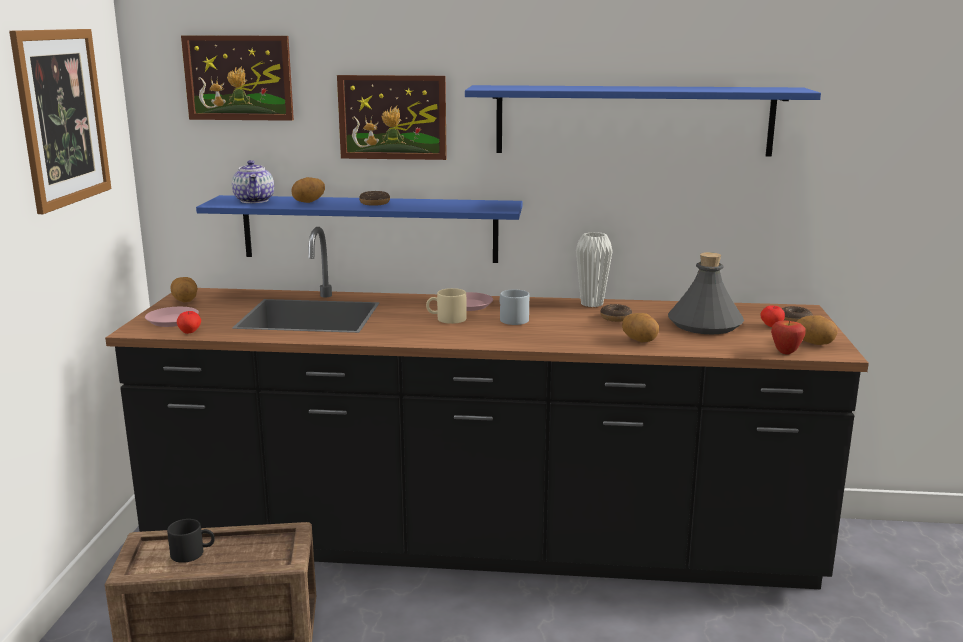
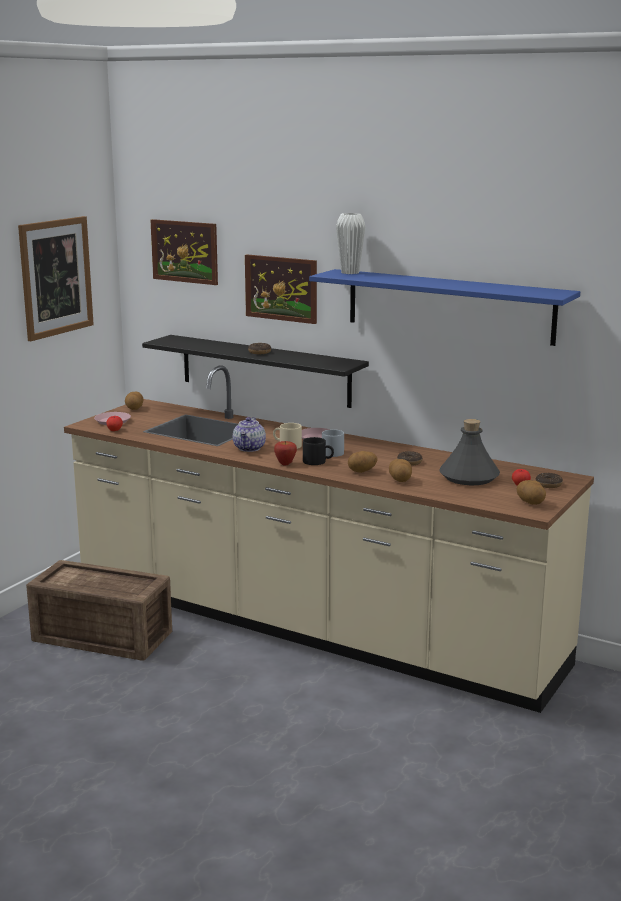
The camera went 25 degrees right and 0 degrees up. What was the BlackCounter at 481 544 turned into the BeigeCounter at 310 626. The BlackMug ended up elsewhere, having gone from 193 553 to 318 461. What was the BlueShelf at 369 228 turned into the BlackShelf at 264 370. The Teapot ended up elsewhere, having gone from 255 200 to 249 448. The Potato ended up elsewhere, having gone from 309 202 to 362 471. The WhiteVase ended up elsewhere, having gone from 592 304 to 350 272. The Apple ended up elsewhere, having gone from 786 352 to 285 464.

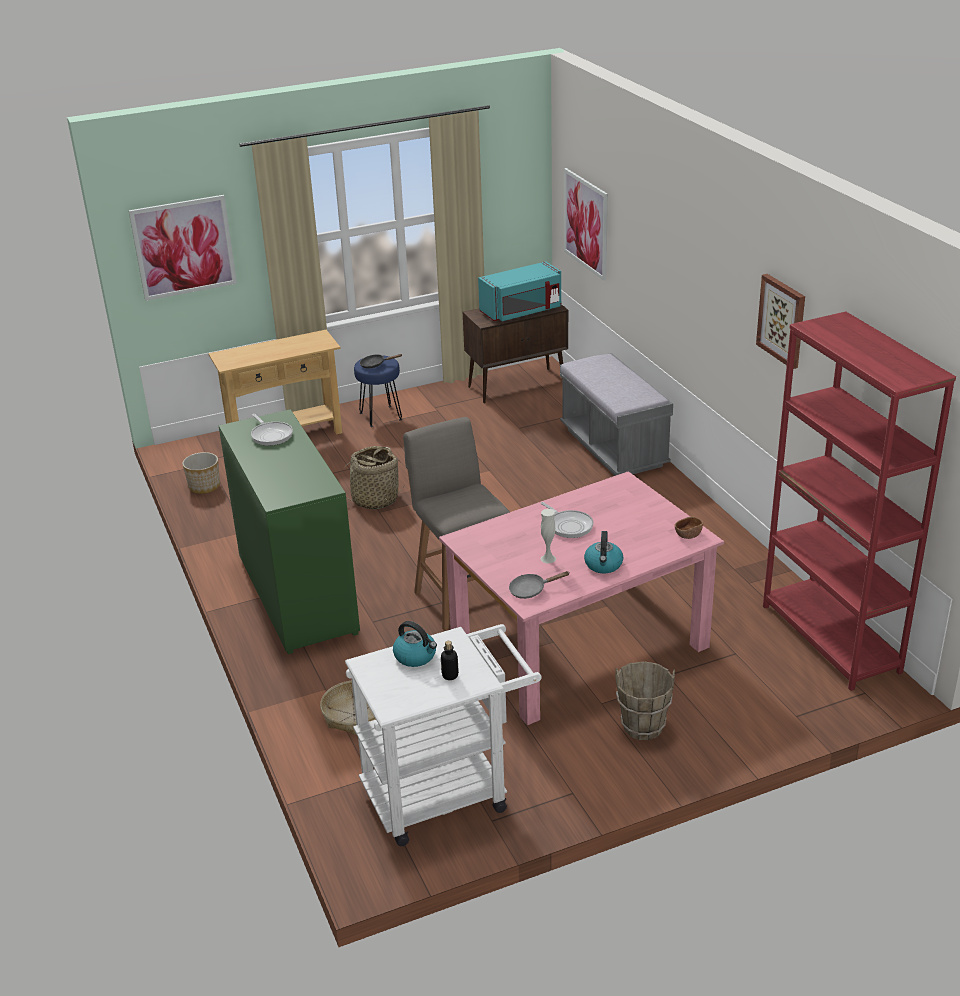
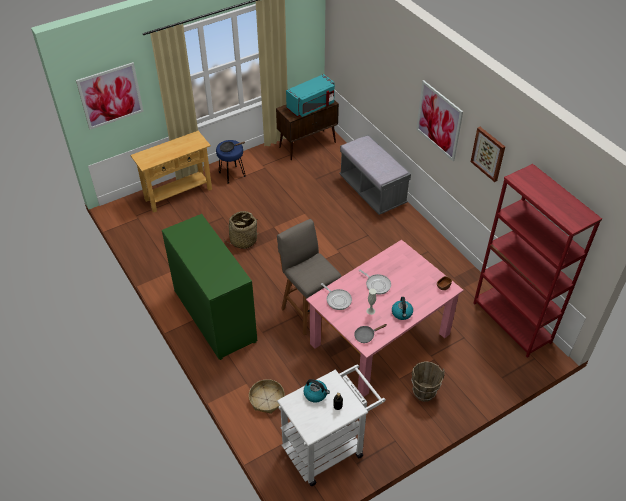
The camera went 10 degrees left and 15 degrees up. The second view lost the Planter at 204 486. The FryingPan ended up elsewhere, having gone from 271 435 to 337 299. The Picture ended up elsewhere, having gone from 586 223 to 439 120.

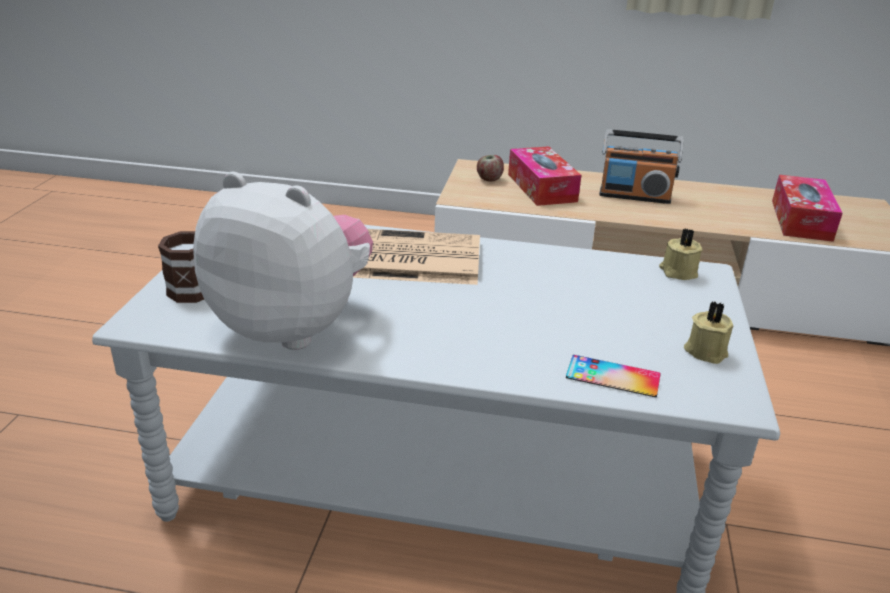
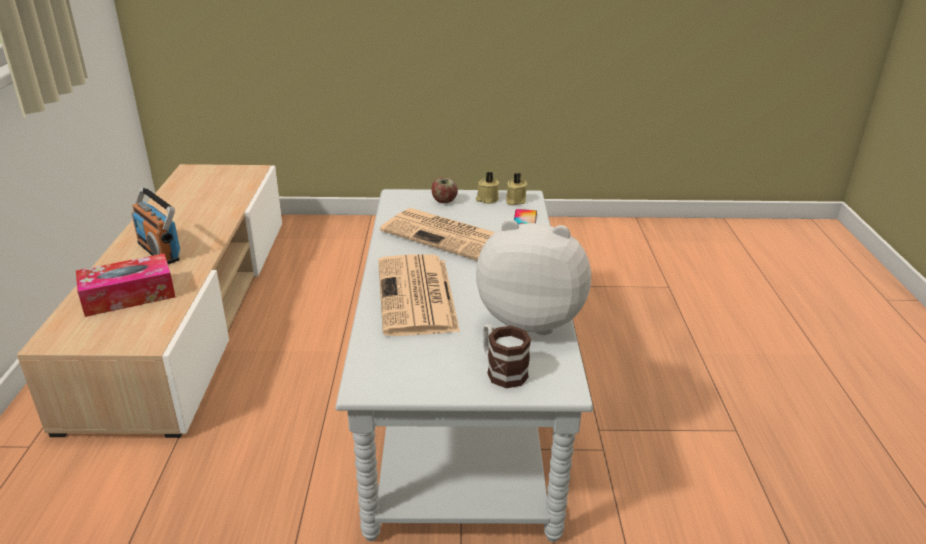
The camera went 100 degrees left and 0 degrees up. The PlushToy at 293 326 ended up facing another way, 90 degrees clockwise from before. The Apple ended up elsewhere, having gone from 489 179 to 444 201. The Radio at 634 196 ended up facing another way, 135 degrees clockwise from before. The BeigeCandle ended up elsewhere, having gone from 677 272 to 515 201. The second view lost the TissueBox at 801 220. The second view gained the Newspaper at 448 236.

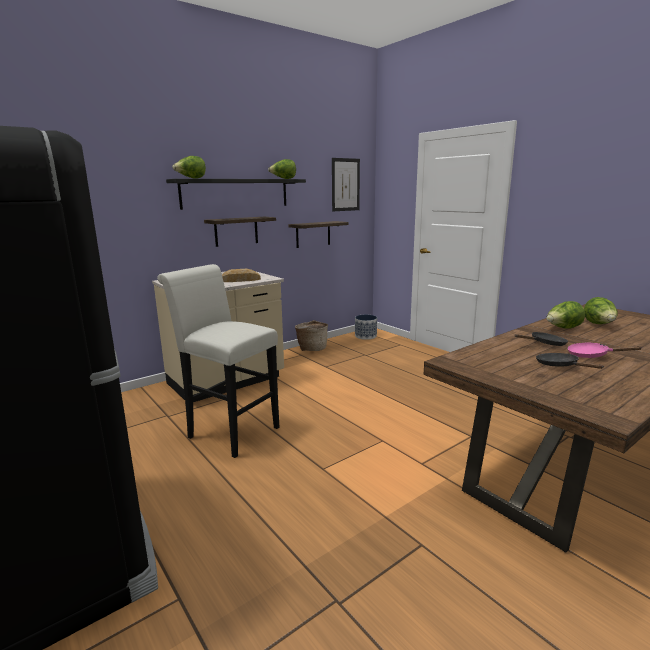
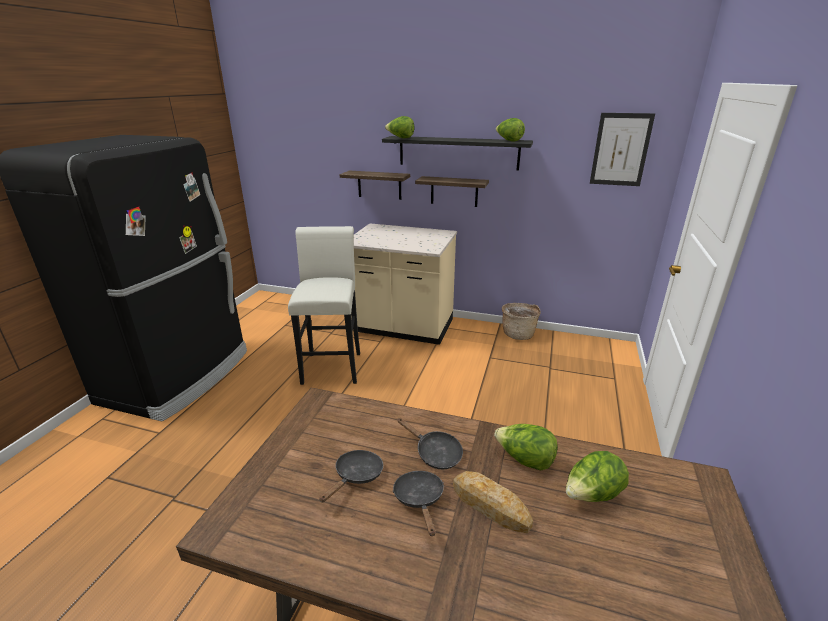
The camera went 55 degrees right and 10 degrees up. The Bread ended up elsewhere, having gone from 240 280 to 490 505. The Shelf ended up elsewhere, having gone from 313 234 to 379 185. The second view lost the Planter at 366 336. What was the PinkFryingPan at 592 355 turned into the BlackFryingPan at 420 499.

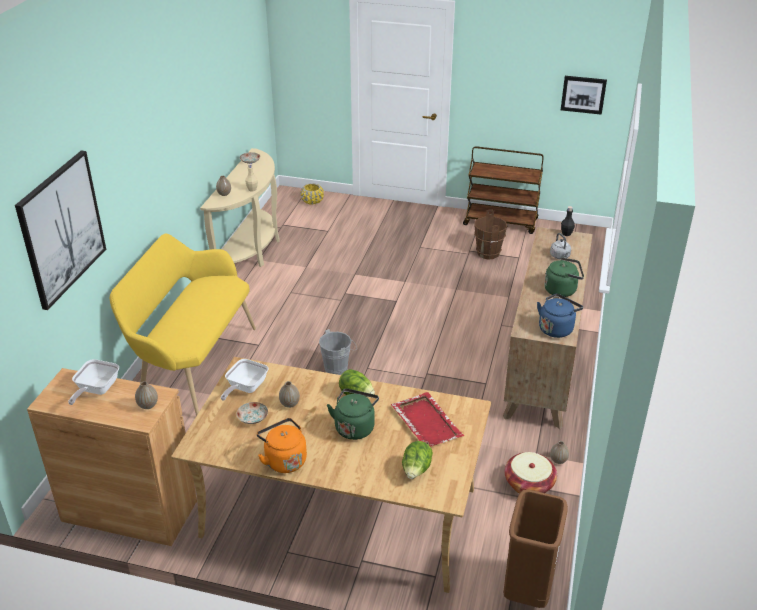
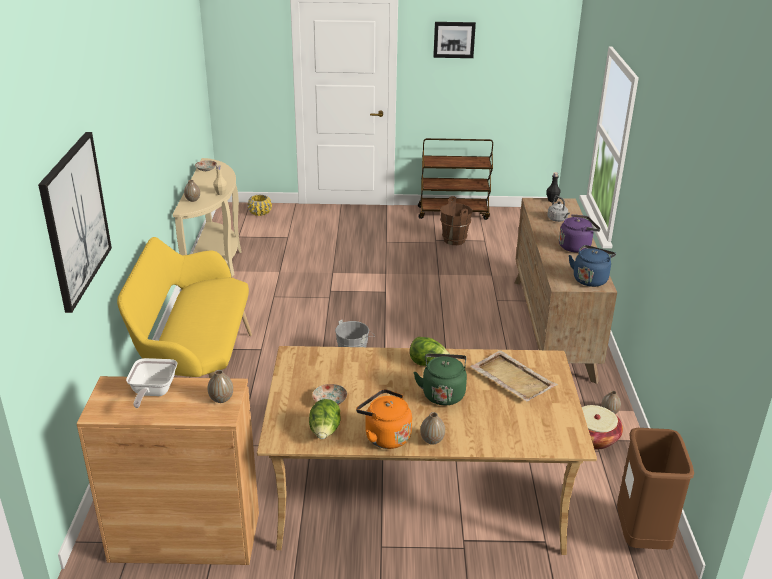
The camera went 15 degrees left and 5 degrees down. The second view lost the FryingPan at 245 388. The Vase ended up elsewhere, having gone from 289 404 to 432 440. What was the RedTray at 426 421 turned into the BeigeTray at 512 378. The Lettuce ended up elsewhere, having gone from 416 470 to 325 432. What was the GreenKettle at 562 290 turned into the PurpleKettle at 576 246. The Picture ended up elsewhere, having gone from 583 94 to 454 39.

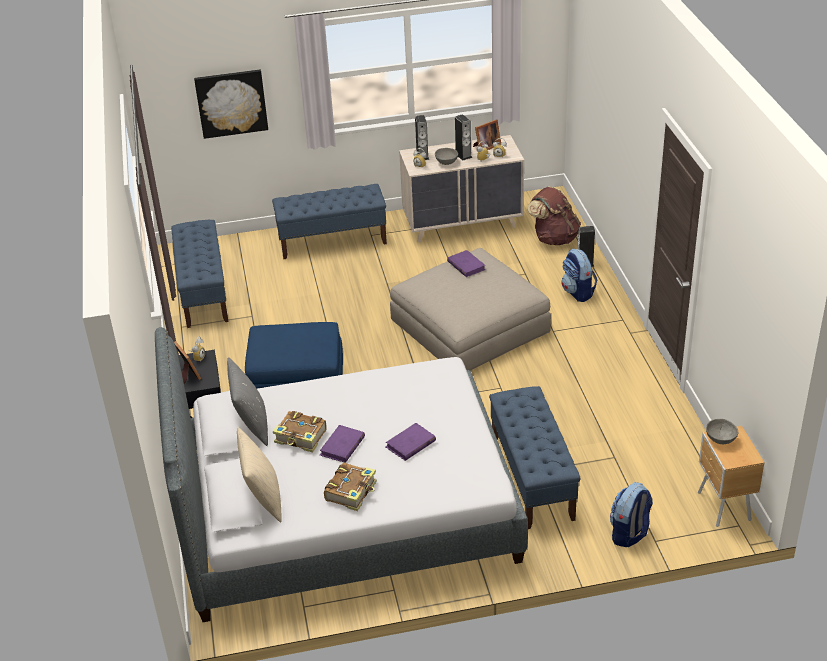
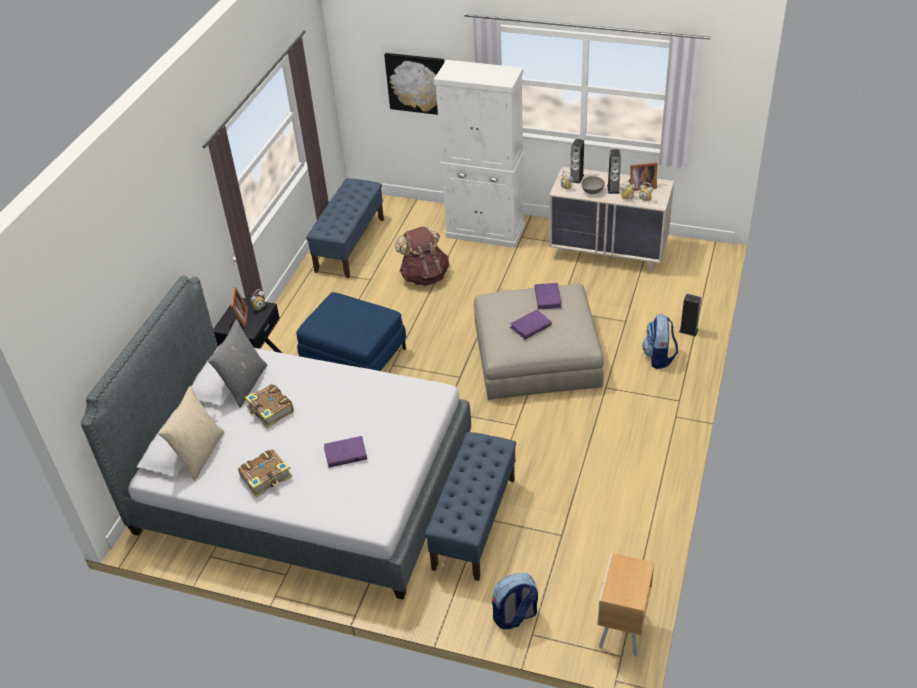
The camera went 30 degrees right and 5 degrees up. Where the BlueBench stood at 332 241, the WhiteCabinet came to stand at 485 232. The PurpleBook ended up elsewhere, having gone from 342 446 to 530 326. The BrownBackpack ended up elsewhere, having gone from 554 238 to 424 276. The second view lost the GreyBowl at 720 439.

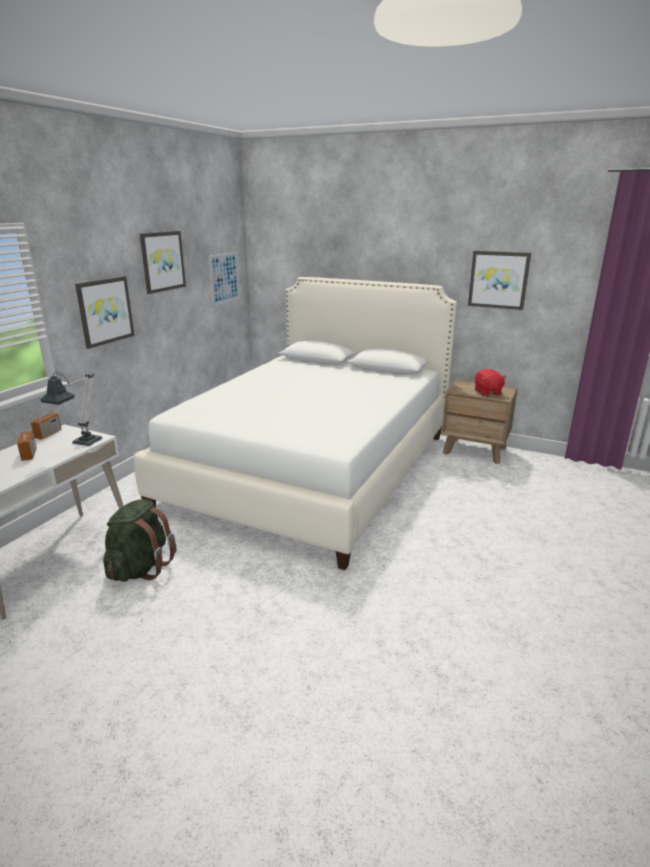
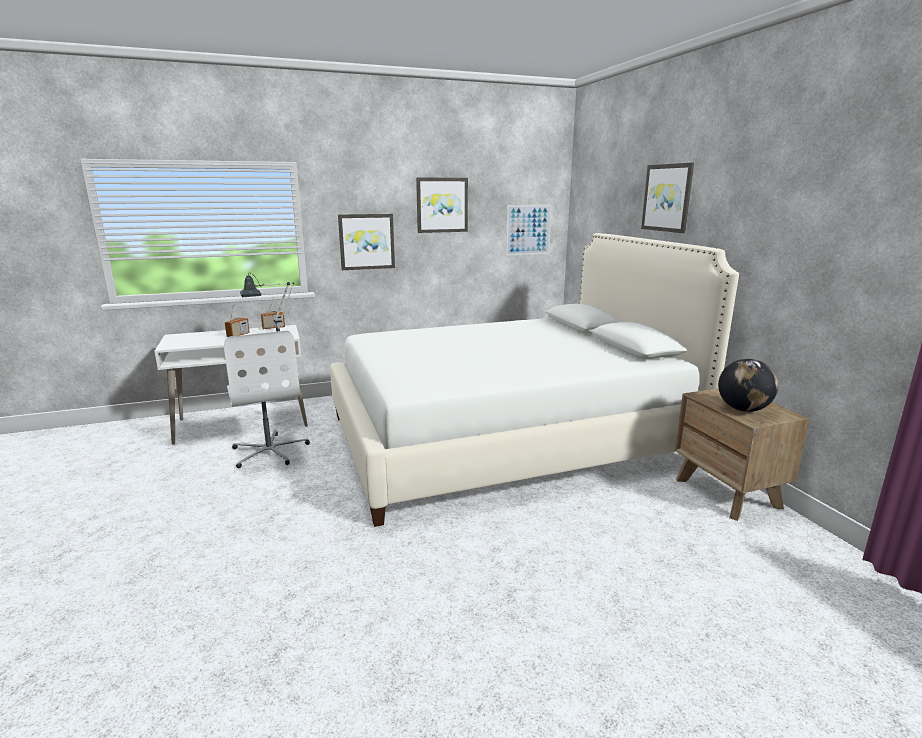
The camera went 45 degrees right and 5 degrees down. Where the GreenBackpack stood at 140 568, the WhiteOfficeChair came to stand at 270 451. The Picture ended up elsewhere, having gone from 498 280 to 667 198. Where the RedPlushToy stood at 487 392, the Globe came to stand at 743 409.

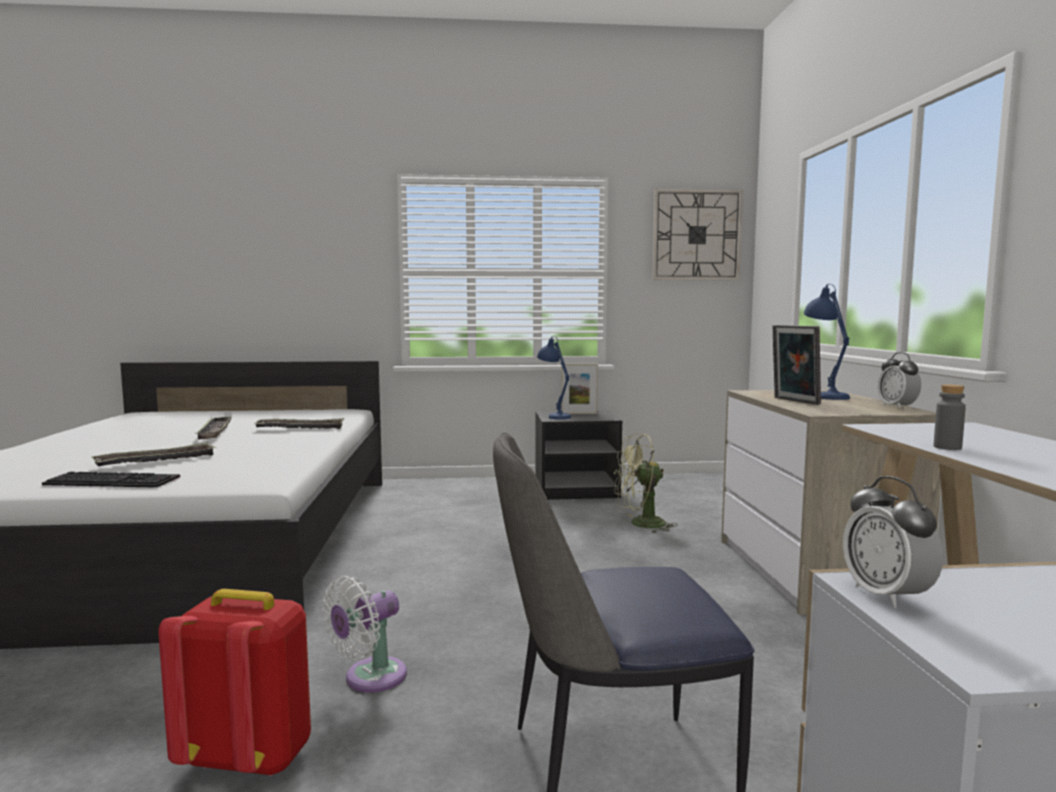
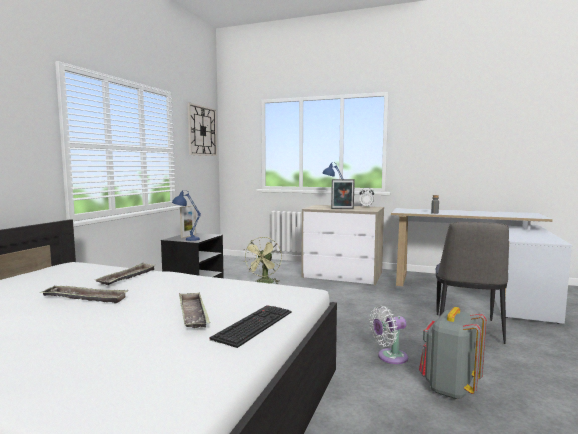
The camera went 65 degrees left and 0 degrees up. What was the RedBackpack at 249 757 turned into the GreyBackpack at 449 388. The WhiteFan at 369 678 ended up facing another way, 90 degrees clockwise from before. The second view lost the AlarmClock at 887 596.

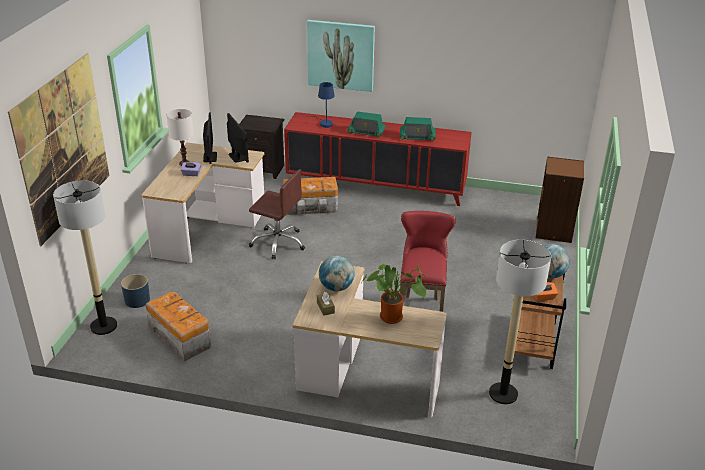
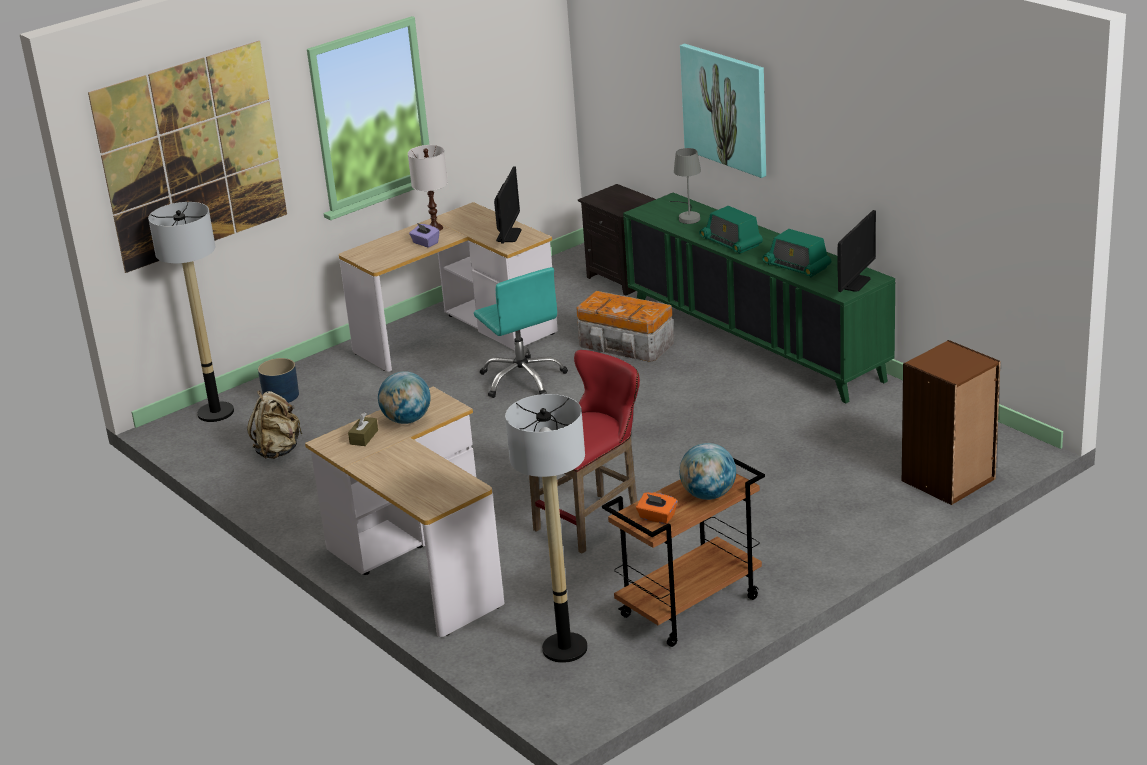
The camera went 40 degrees right and 5 degrees down. Where the StorageBox stood at 180 337, the BeigeBackpack came to stand at 278 451. The Monitor ended up elsewhere, having gone from 210 157 to 854 283. What was the BrownOfficeChair at 278 243 turned into the TurquoiseOfficeChair at 522 379. What was the RedCabinet at 376 186 turned into the GreenCabinet at 755 342. What was the BlueTableLamp at 323 123 turned into the GreyTableLamp at 688 216. The second view lost the PottedPlant at 394 317.

